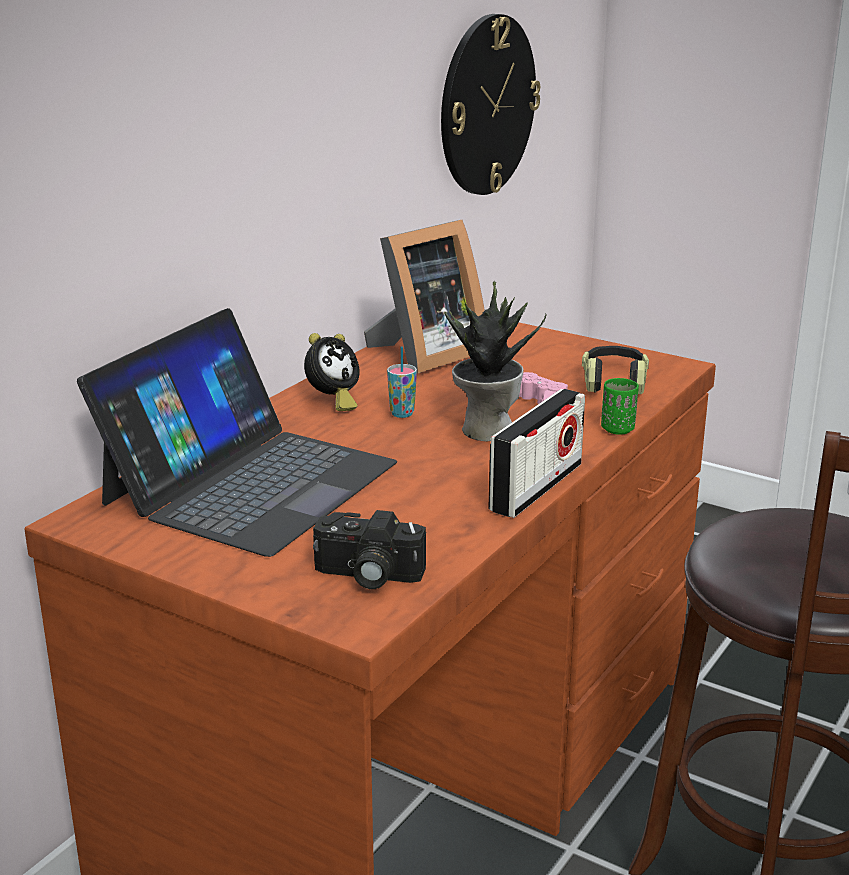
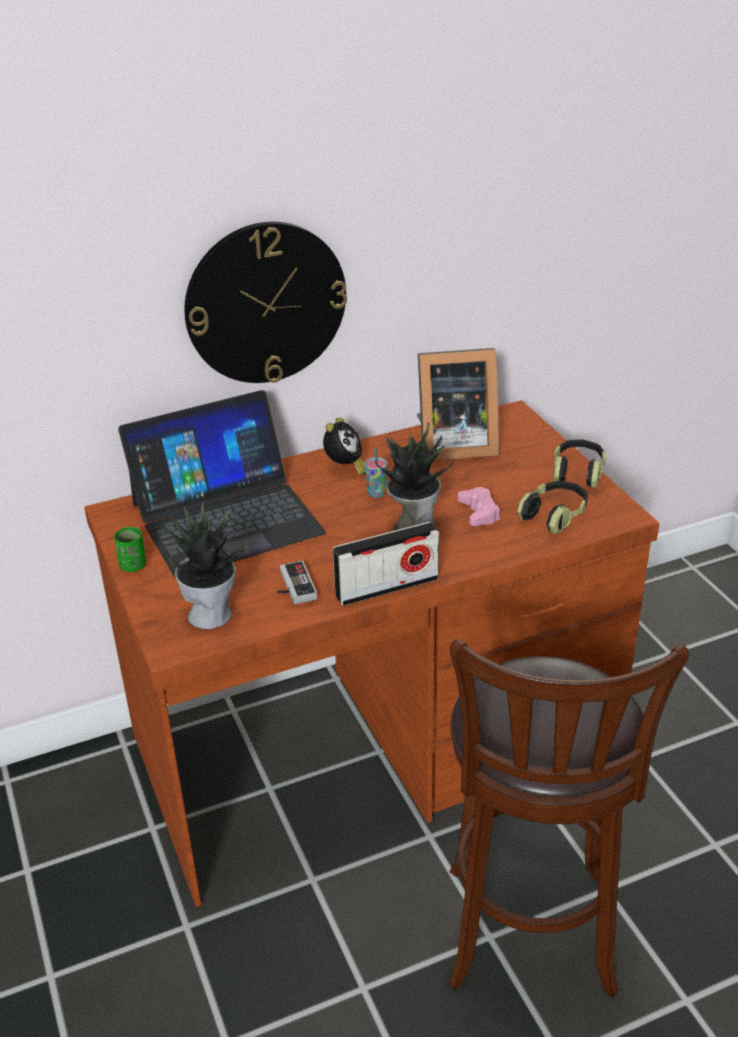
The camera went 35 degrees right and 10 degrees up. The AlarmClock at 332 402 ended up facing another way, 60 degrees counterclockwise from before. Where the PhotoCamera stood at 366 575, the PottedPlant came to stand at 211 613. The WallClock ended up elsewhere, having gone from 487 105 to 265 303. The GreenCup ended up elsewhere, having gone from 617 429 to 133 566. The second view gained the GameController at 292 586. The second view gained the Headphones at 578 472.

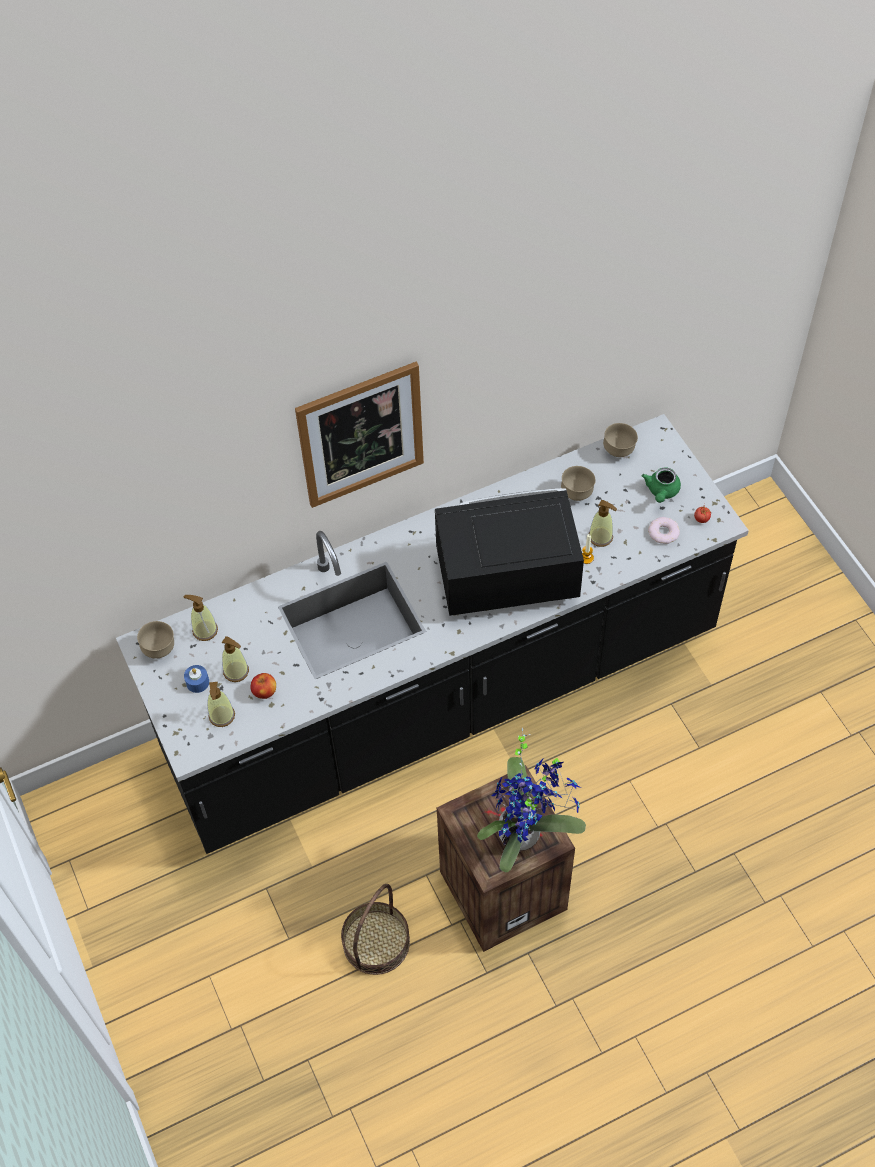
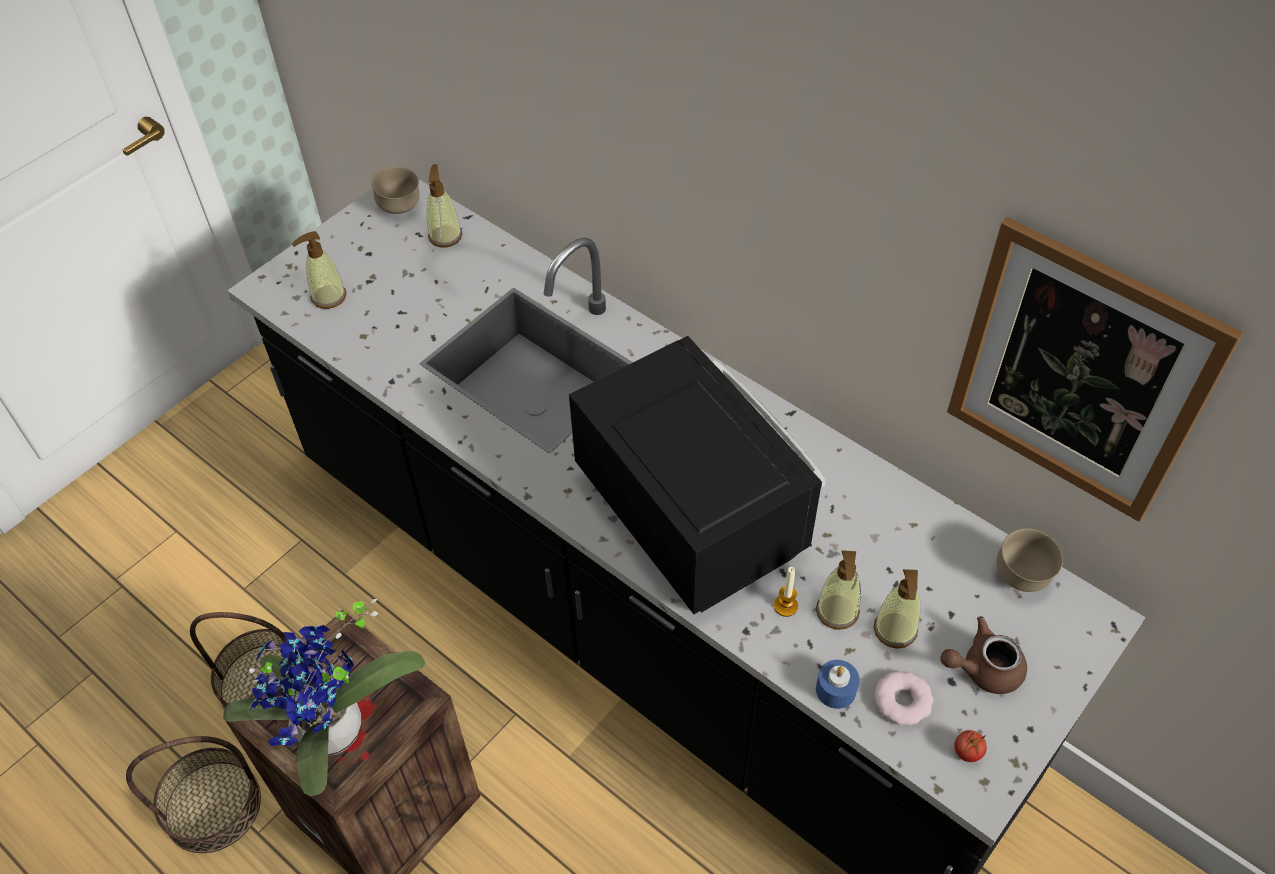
The camera went 65 degrees right and 5 degrees down. The BlueCandle ended up elsewhere, having gone from 197 682 to 835 690. The SoapDispenser ended up elsewhere, having gone from 236 671 to 895 630. The second view lost the Apple at 265 692. The Picture ended up elsewhere, having gone from 361 434 to 1079 374. The second view lost the BrownBowl at 577 493. What was the GreenTeapot at 661 491 turned into the BrownTeapot at 983 669. The second view gained the Basket at 213 805.

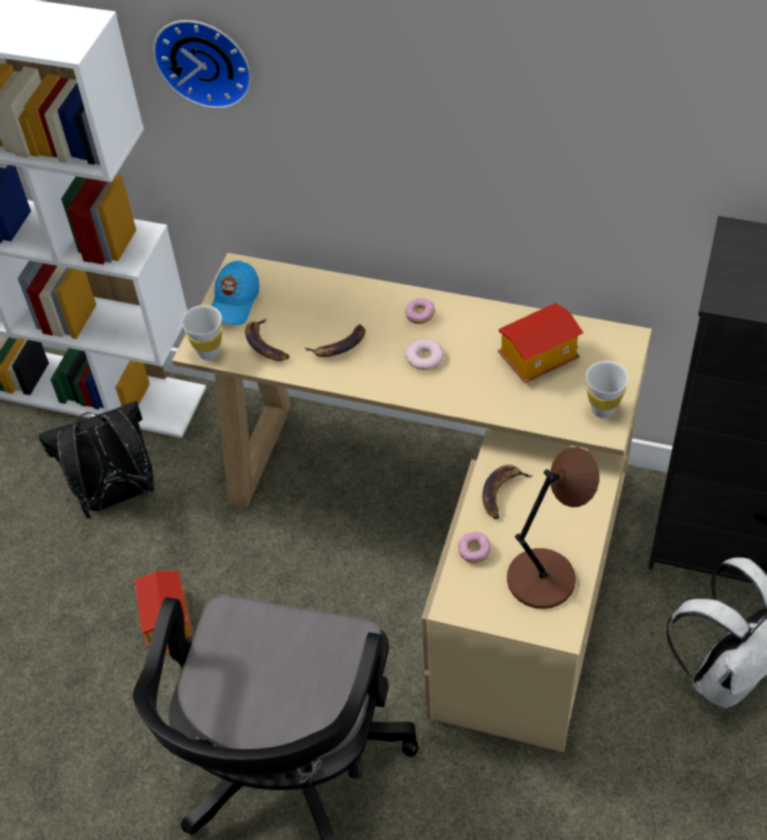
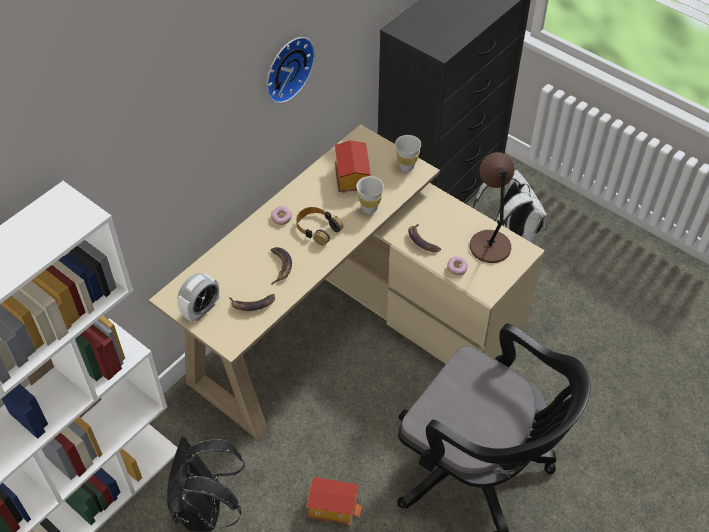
The camera went 70 degrees left and 0 degrees up. The WallClock ended up elsewhere, having gone from 205 60 to 286 67. The WhiteCup ended up elsewhere, having gone from 209 352 to 369 208. Where the BlueCap stood at 234 302, the AlarmClock came to stand at 201 310. Where the Donut stood at 424 357, the Headphones came to stand at 317 228.

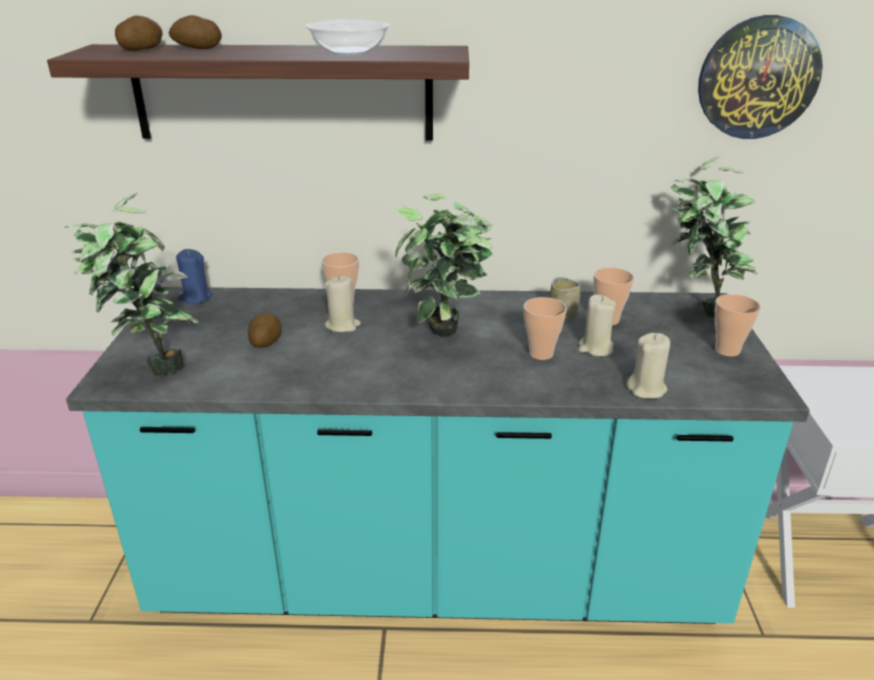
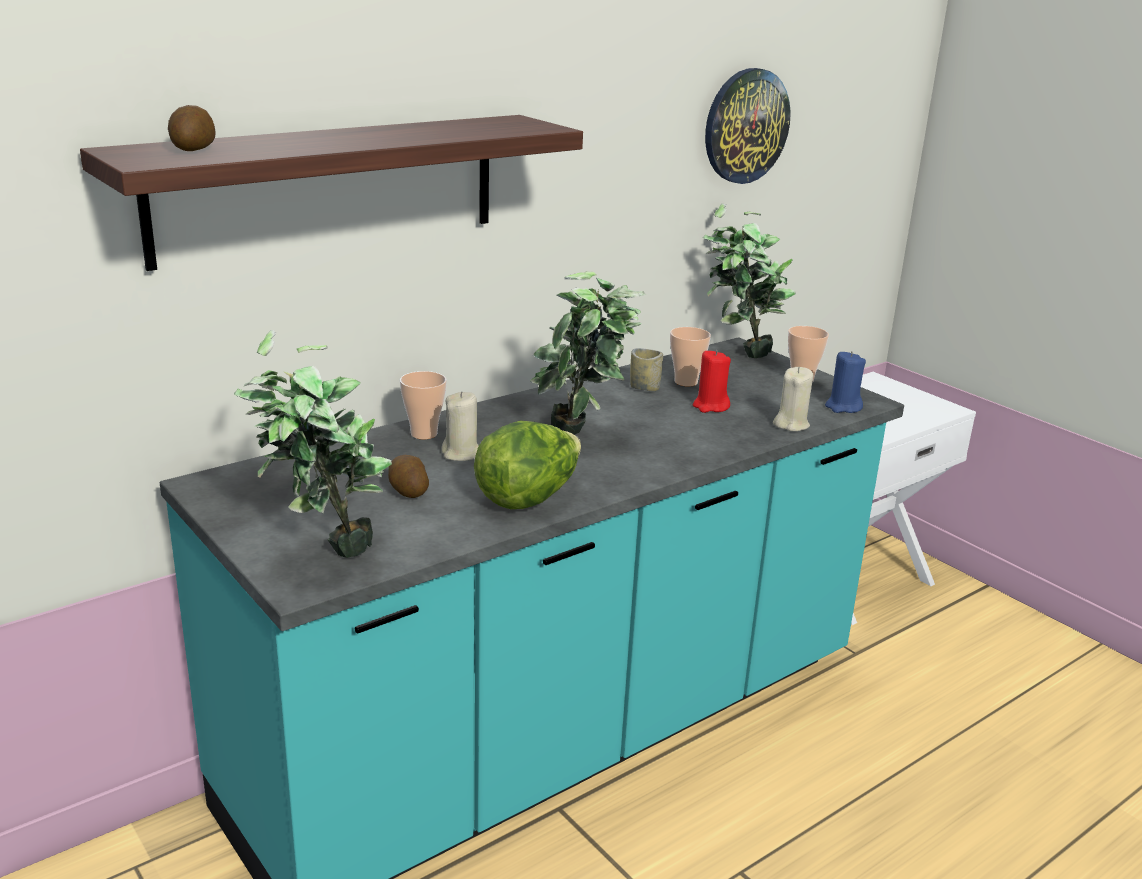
The camera went 40 degrees left and 5 degrees down. The second view lost the Potato at 197 49. The BlueCandle ended up elsewhere, having gone from 196 297 to 843 407. The second view lost the Bowl at 350 52. The second view lost the Cup at 541 354. What was the BeigeCandle at 595 348 turned into the RedCandle at 710 406. The second view gained the Lettuce at 529 497.

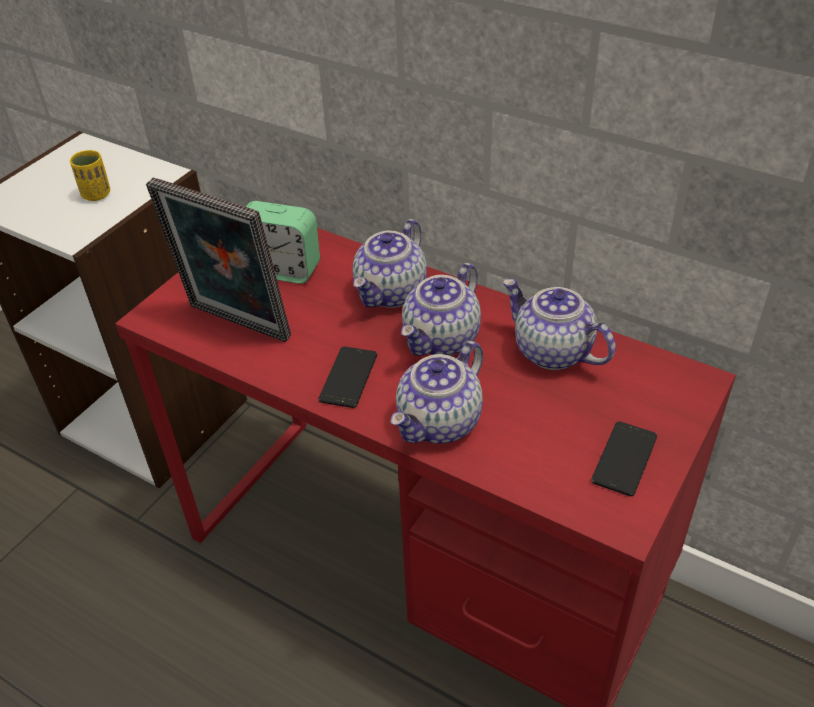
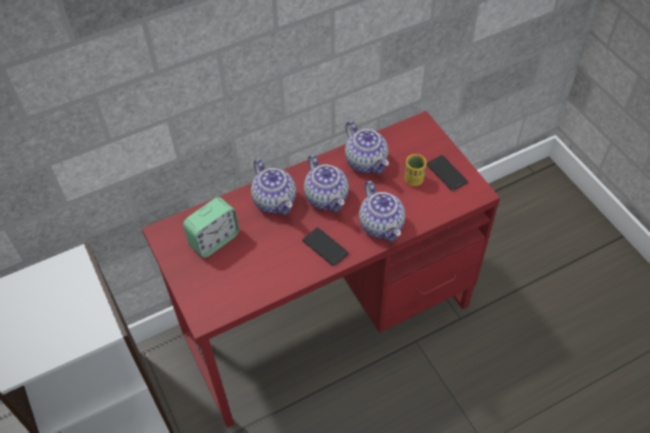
The camera went 60 degrees left and 10 degrees up. The YellowCup ended up elsewhere, having gone from 96 194 to 414 179. The second view lost the PictureFrame at 235 325. The Teapot at 551 351 ended up facing another way, 105 degrees counterclockwise from before.

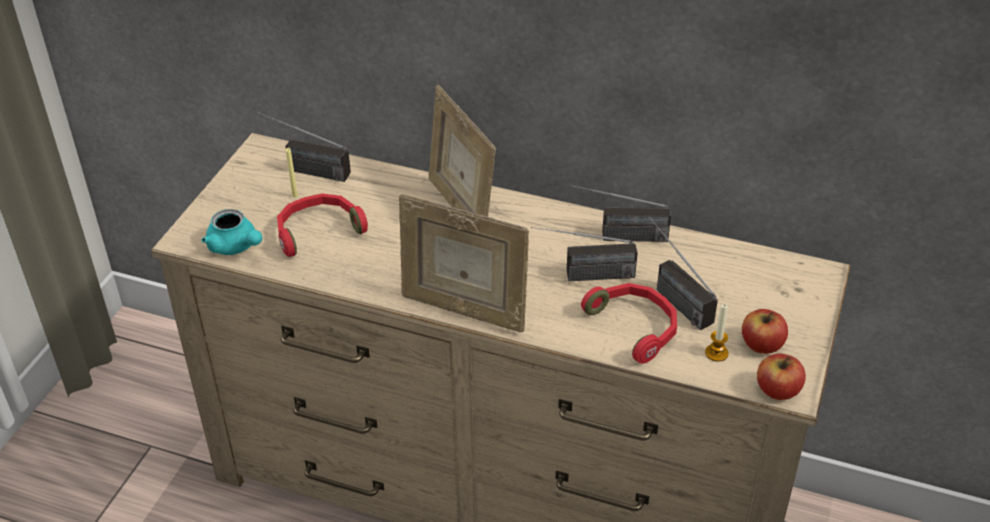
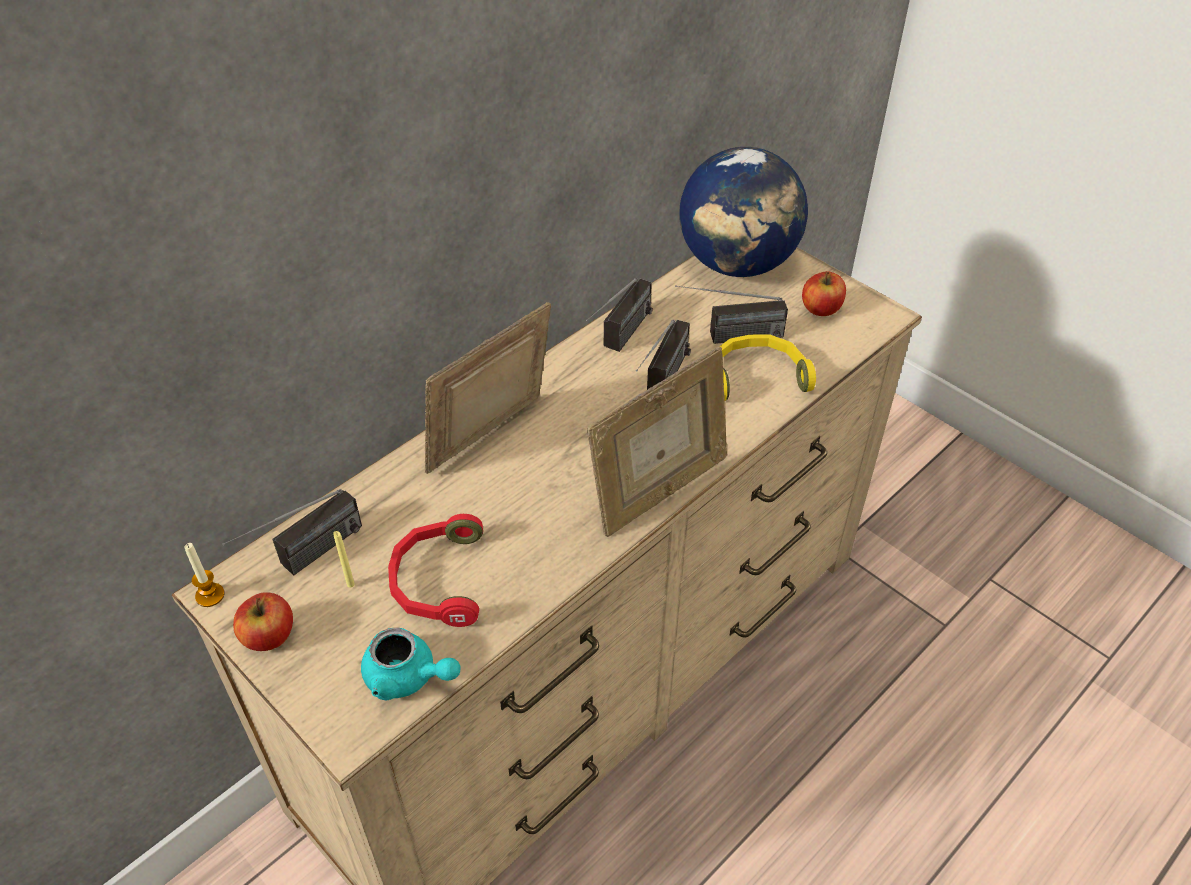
The camera went 65 degrees left and 5 degrees up. The TurquoiseTeapot at 236 247 ended up facing another way, 45 degrees clockwise from before. The PictureFrame at 461 208 ended up facing another way, 135 degrees clockwise from before. What was the RedHeadphones at 635 327 turned into the YellowHeadphones at 756 376. The Candle ended up elsewhere, having gone from 716 353 to 210 595. The Apple ended up elsewhere, having gone from 778 390 to 269 636. The second view gained the Globe at 737 264.

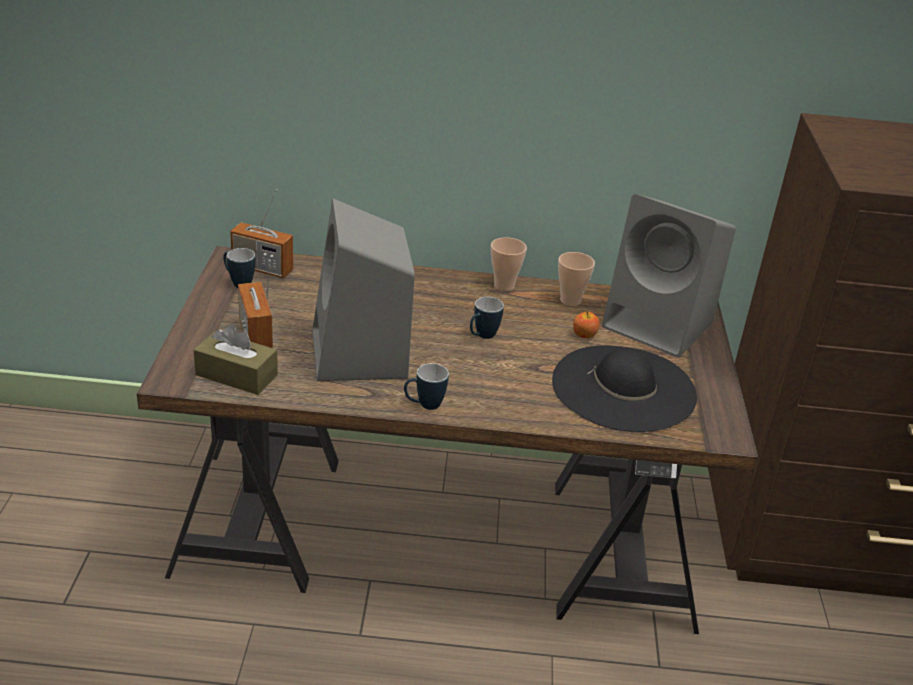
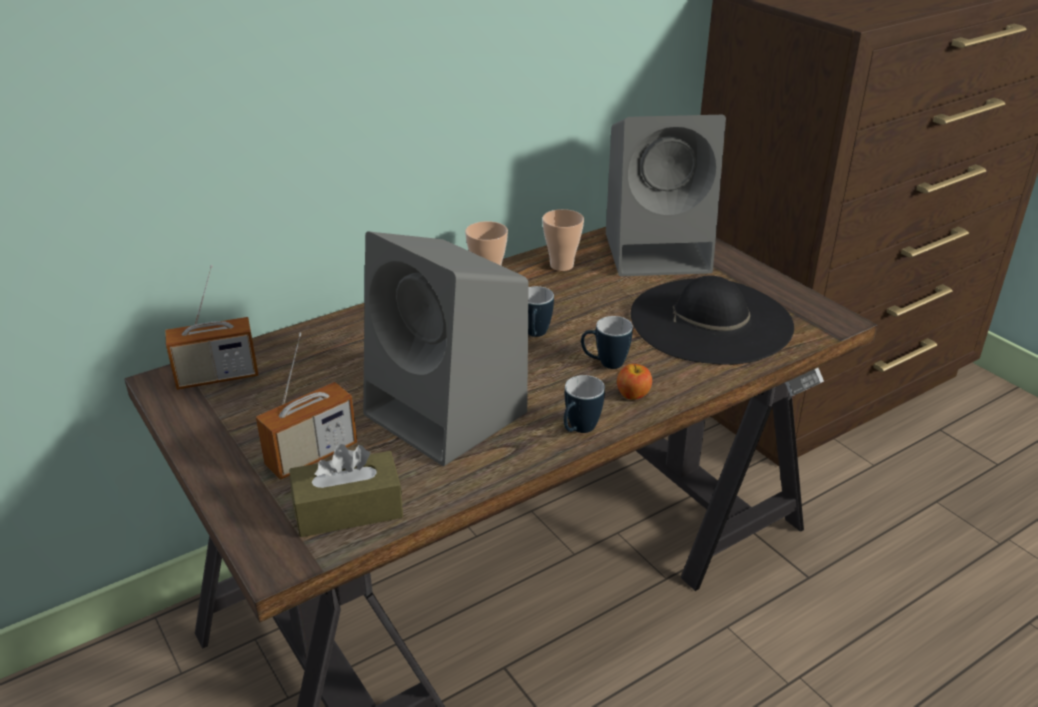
The camera went 35 degrees left and 0 degrees up. The Mug ended up elsewhere, having gone from 238 283 to 604 364. The Radio at 255 337 ended up facing another way, 75 degrees counterclockwise from before. The Apple ended up elsewhere, having gone from 584 335 to 633 394.

